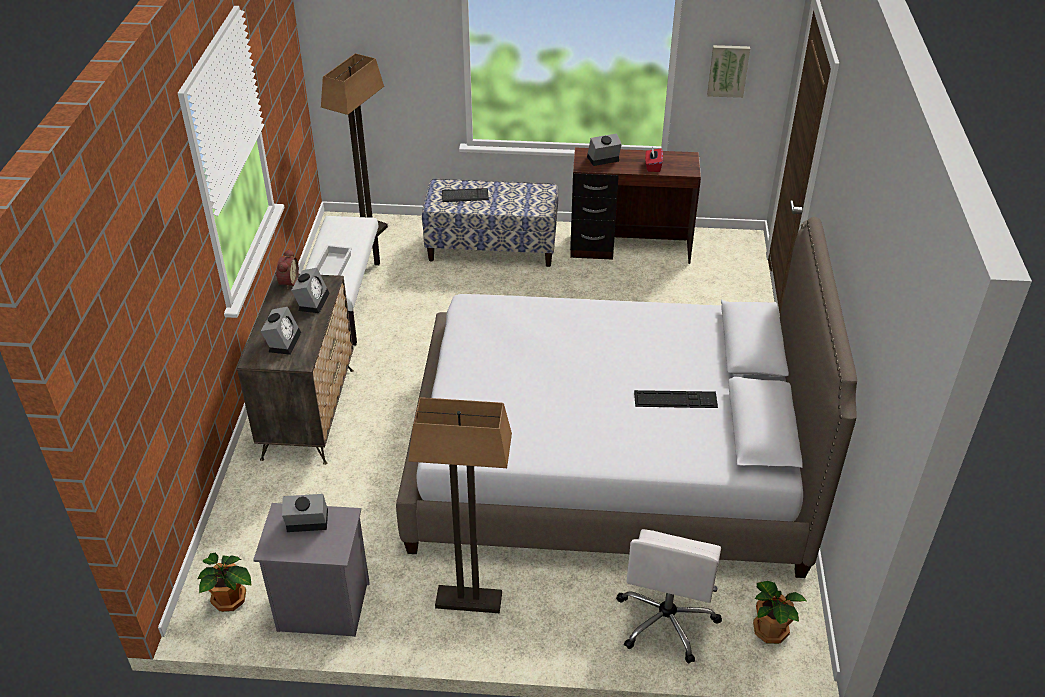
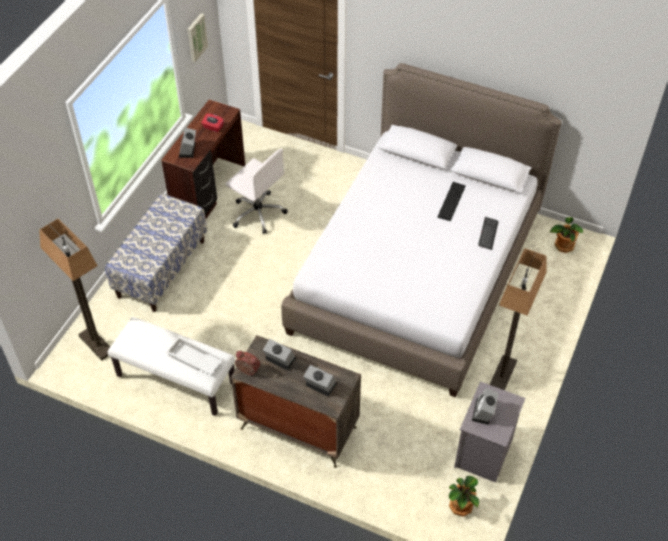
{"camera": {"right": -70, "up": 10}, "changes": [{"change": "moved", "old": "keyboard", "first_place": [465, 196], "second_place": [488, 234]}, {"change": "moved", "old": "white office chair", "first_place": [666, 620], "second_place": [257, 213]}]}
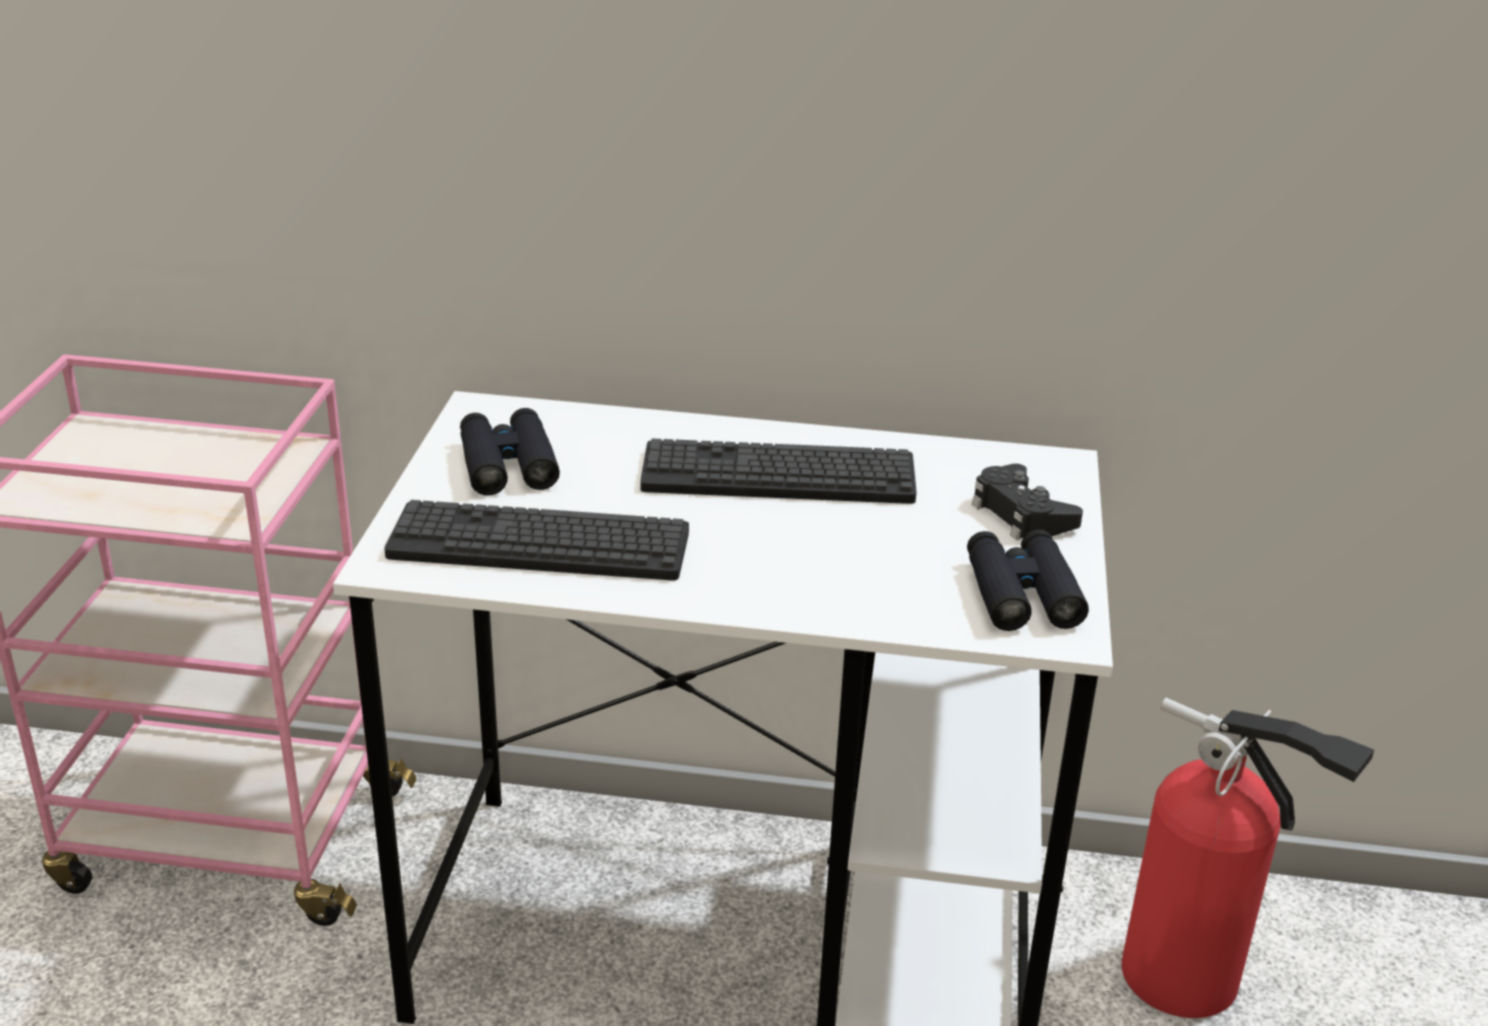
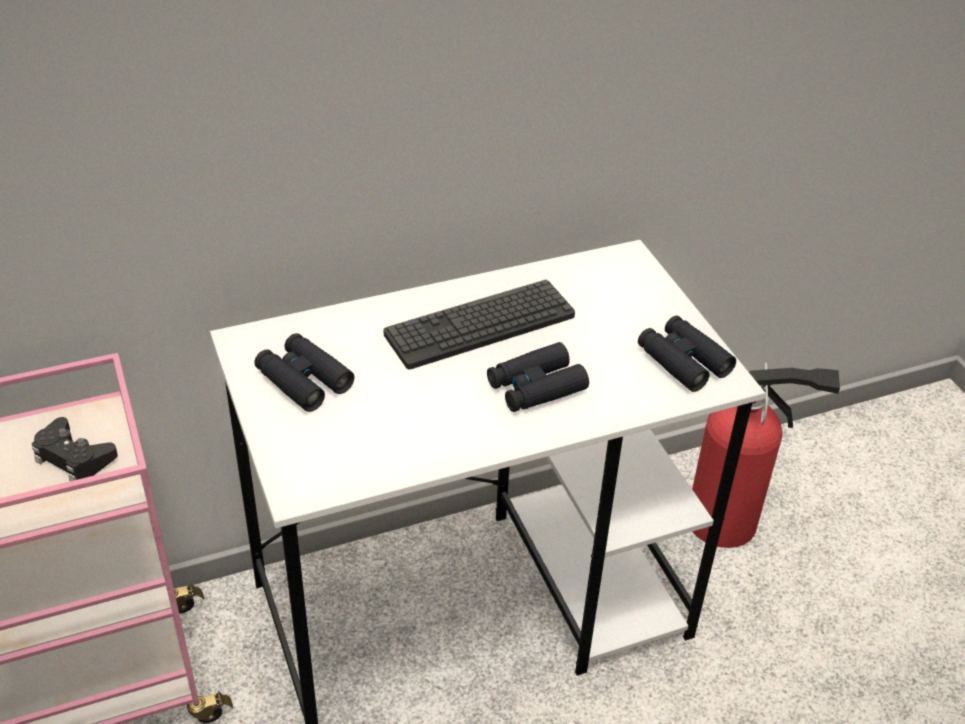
{"camera": {"right": -30, "up": 10}, "changes": [{"change": "moved", "old": "black game controller", "first_place": [1021, 514], "second_place": [73, 457]}, {"change": "removed", "old": "keyboard", "first_place": [539, 544]}, {"change": "added", "new": "black binoculars", "second_place": [536, 387]}]}
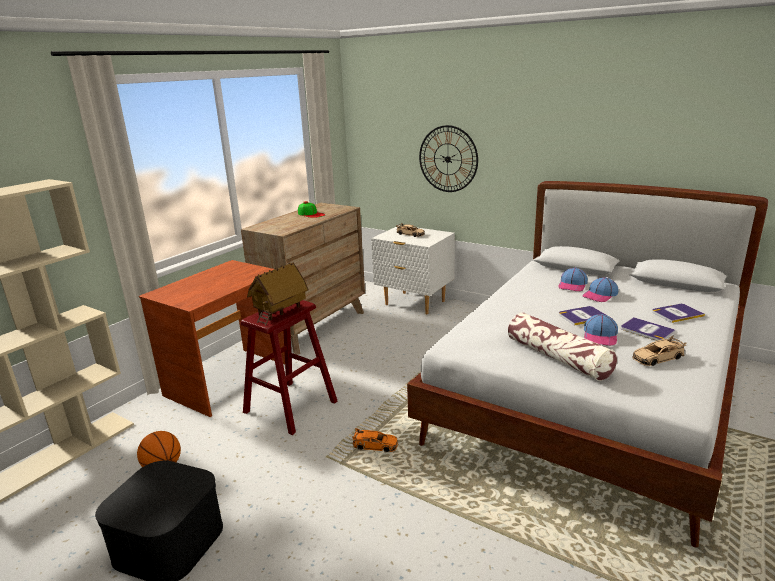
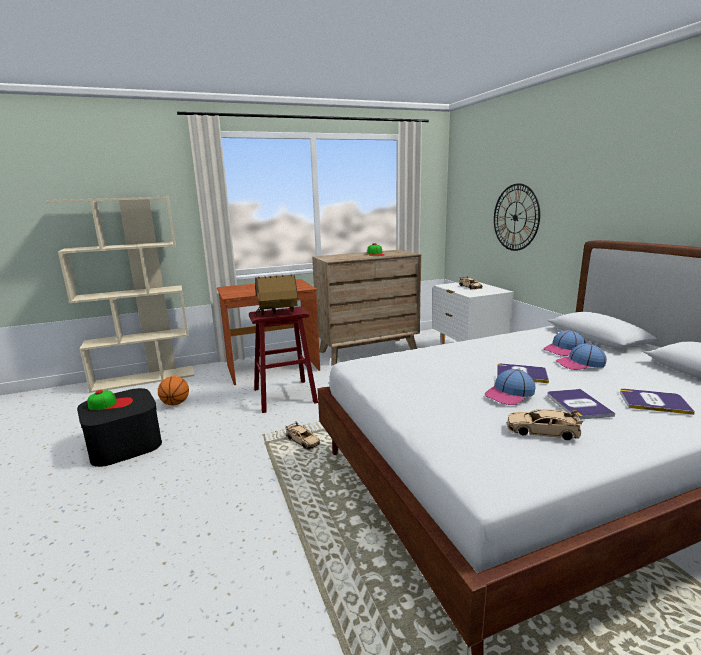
{"camera": {"right": 35, "up": -5}, "changes": [{"change": "removed", "old": "pillow", "first_place": [558, 358]}, {"change": "recoloured", "old": "orange toy car", "new": "beige toy car", "first_place": [375, 445], "second_place": [303, 441]}, {"change": "added", "new": "cap", "second_place": [110, 404]}]}
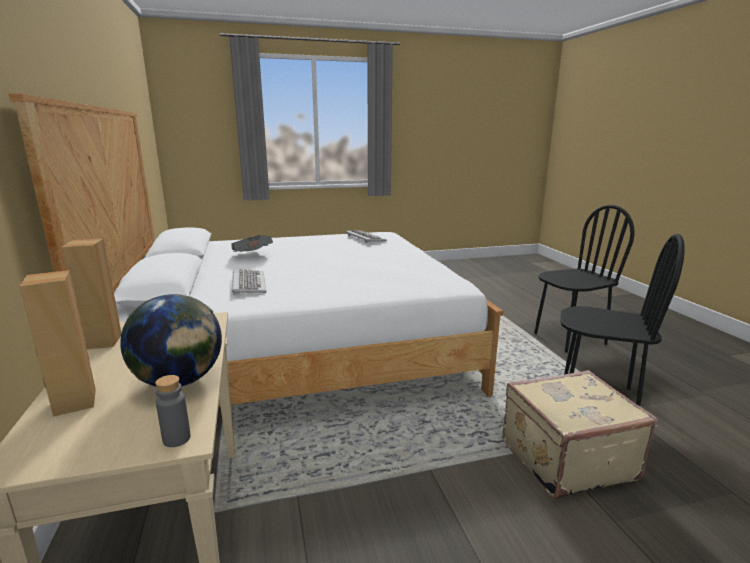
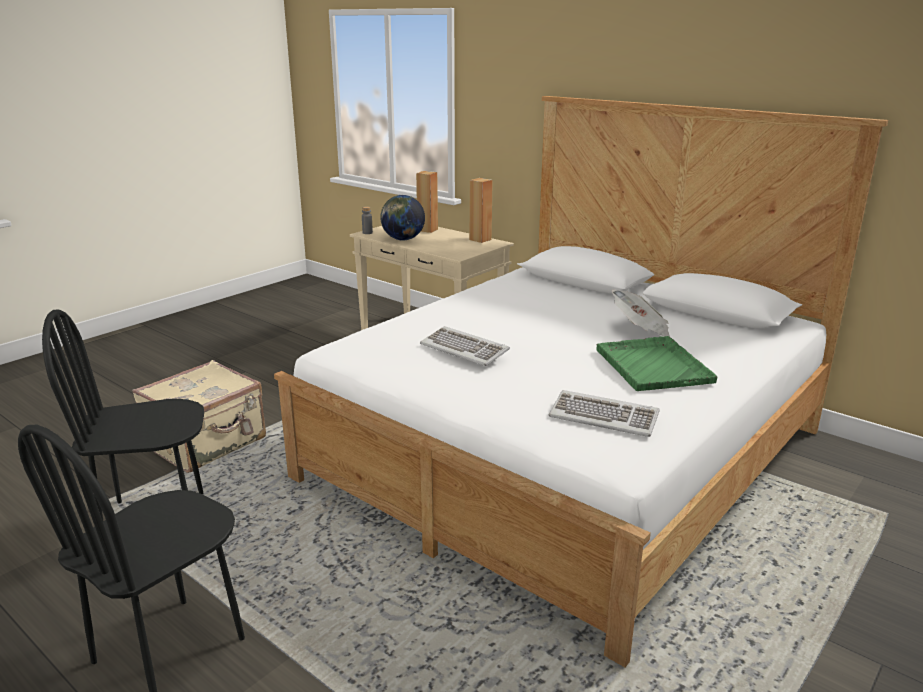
{"camera": {"right": 145, "up": 5}, "changes": [{"change": "moved", "old": "keyboard", "first_place": [248, 284], "second_place": [465, 349]}, {"change": "added", "new": "green tray", "second_place": [653, 365]}]}
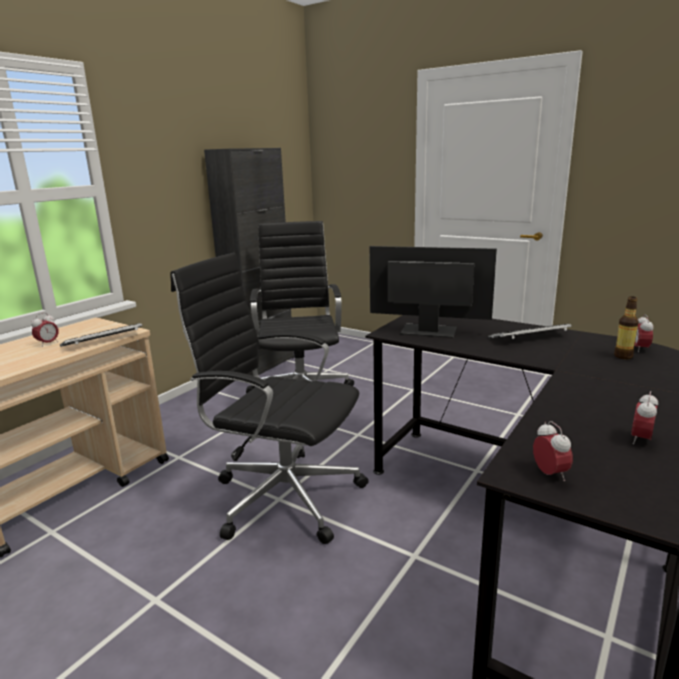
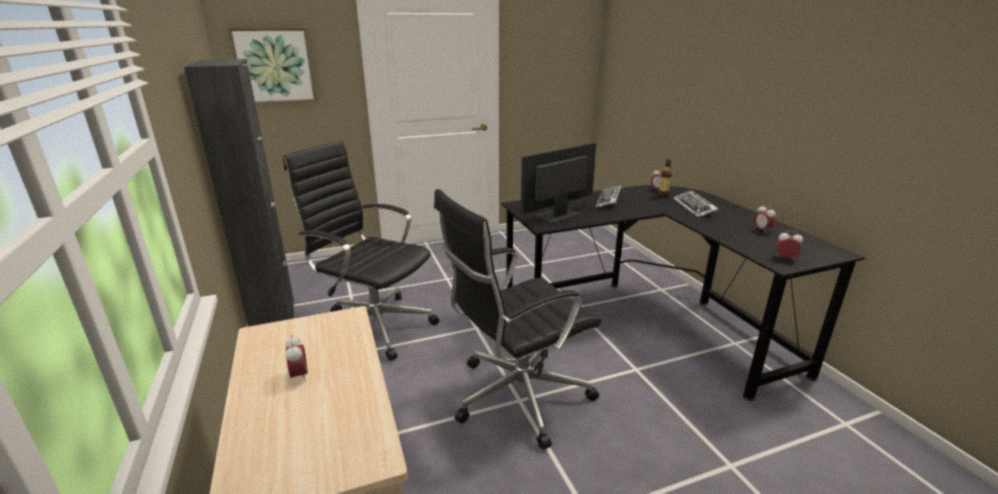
{"camera": {"right": -55, "up": 5}, "changes": [{"change": "moved", "old": "keyboard", "first_place": [103, 340], "second_place": [694, 207]}, {"change": "added", "new": "picture", "second_place": [274, 66]}]}
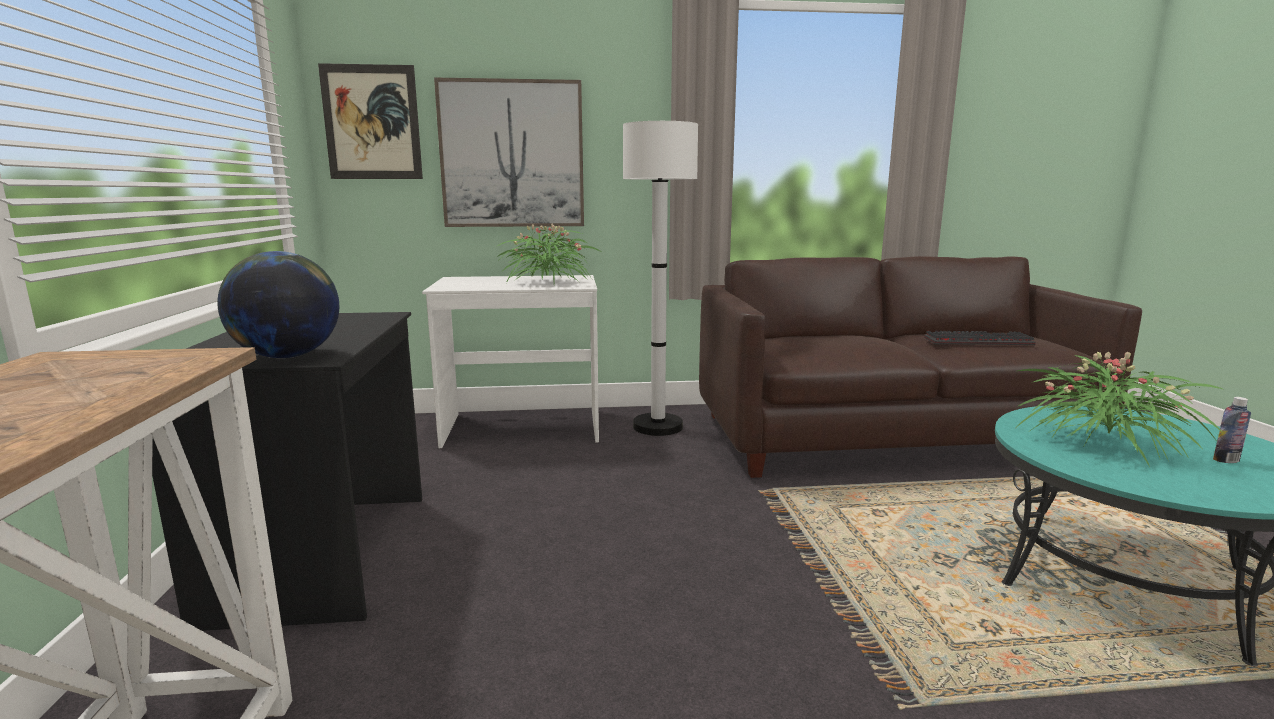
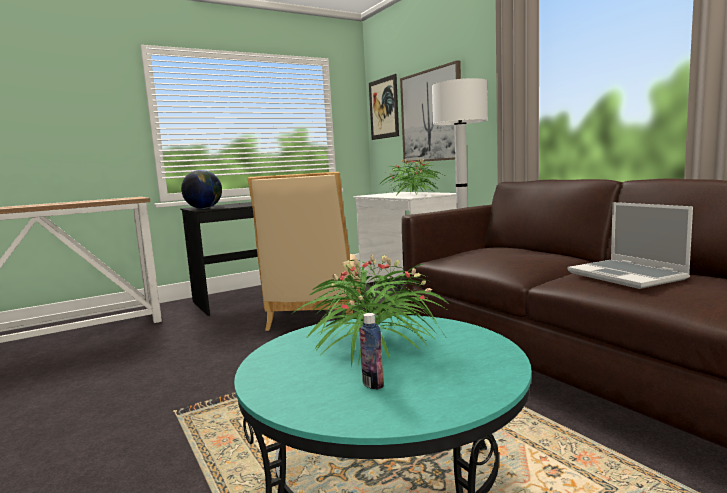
{"camera": {"right": 65, "up": -5}, "changes": [{"change": "replaced", "old": "keyboard", "new": "laptop", "first_place": [979, 341], "second_place": [627, 276]}, {"change": "added", "new": "beige chair", "second_place": [316, 316]}]}
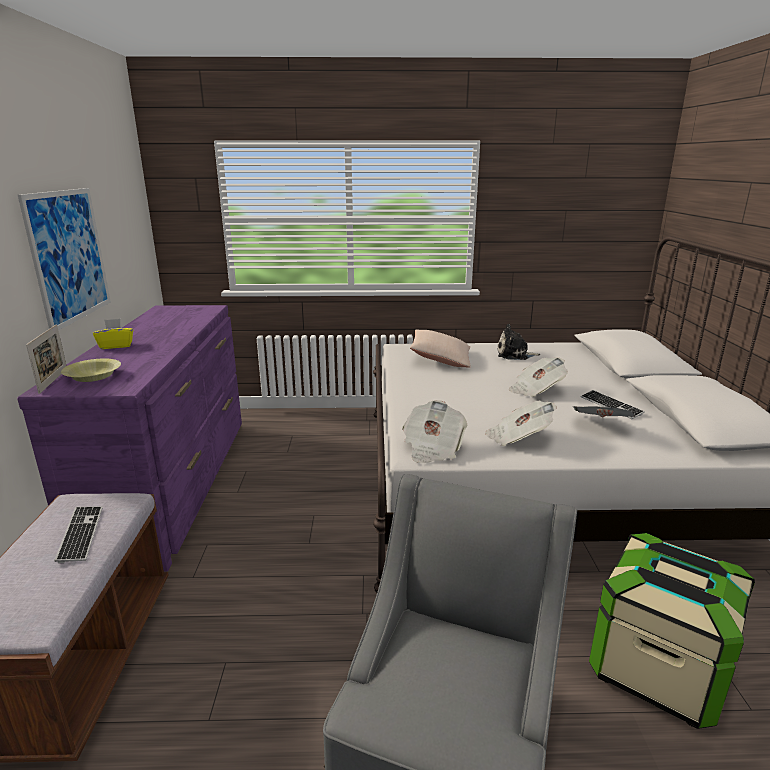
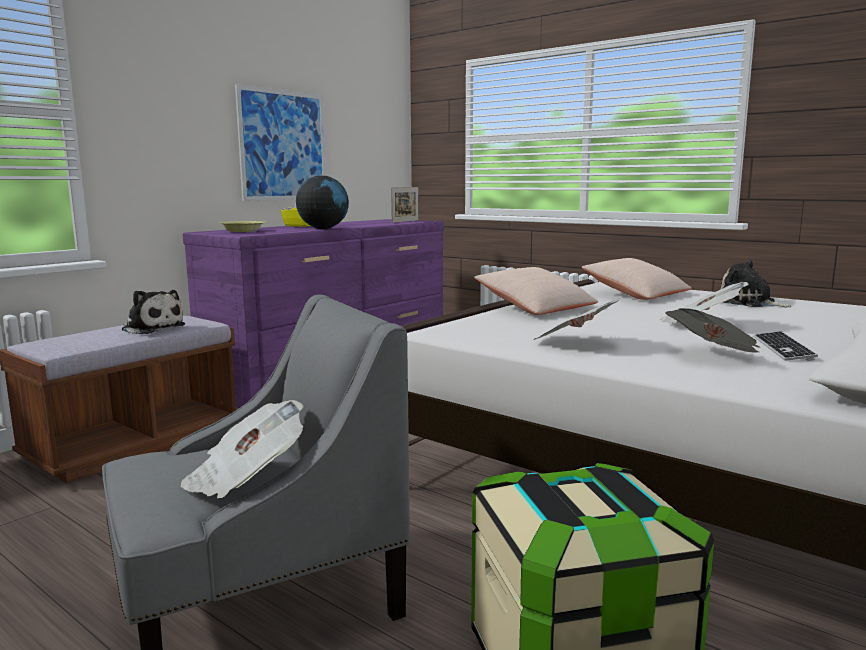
{"camera": {"right": 40, "up": -10}, "changes": [{"change": "moved", "old": "picture frame", "first_place": [53, 380], "second_place": [405, 221]}, {"change": "moved", "old": "newspaper", "first_place": [432, 448], "second_place": [245, 478]}, {"change": "replaced", "old": "keyboard", "new": "plush toy", "first_place": [81, 534], "second_place": [152, 328]}, {"change": "added", "new": "globe", "second_place": [323, 228]}, {"change": "added", "new": "beige pillow", "second_place": [535, 308]}]}
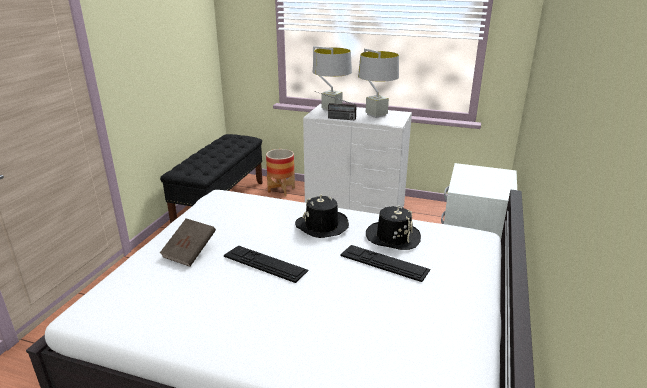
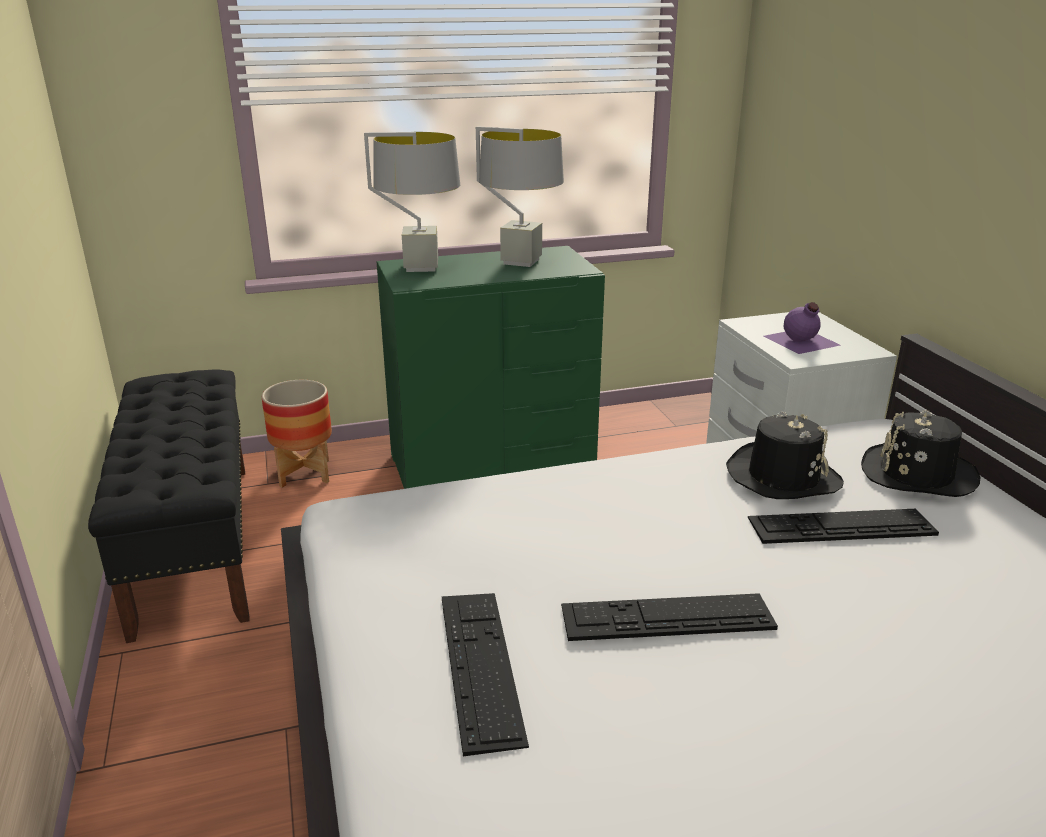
{"camera": {"right": -35, "up": 0}, "changes": [{"change": "removed", "old": "radio", "first_place": [334, 118]}, {"change": "recoloured", "old": "white dresser", "new": "green dresser", "first_place": [355, 208], "second_place": [491, 463]}, {"change": "moved", "old": "black hat", "first_place": [322, 226], "second_place": [917, 474]}, {"change": "replaced", "old": "brown book", "new": "keyboard", "first_place": [190, 252], "second_place": [480, 666]}, {"change": "added", "new": "purple bottle", "second_place": [801, 341]}]}
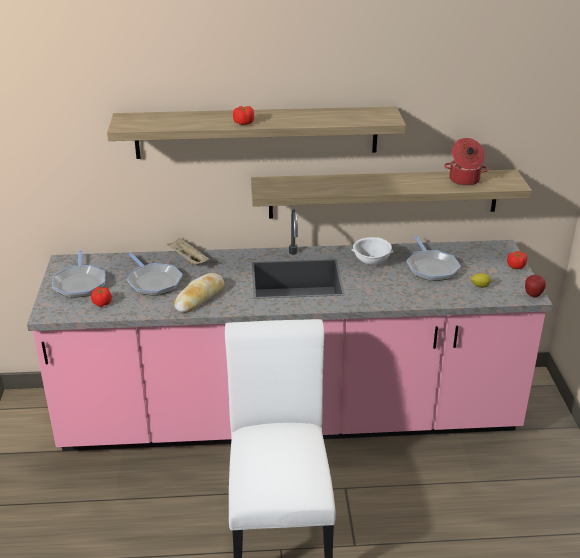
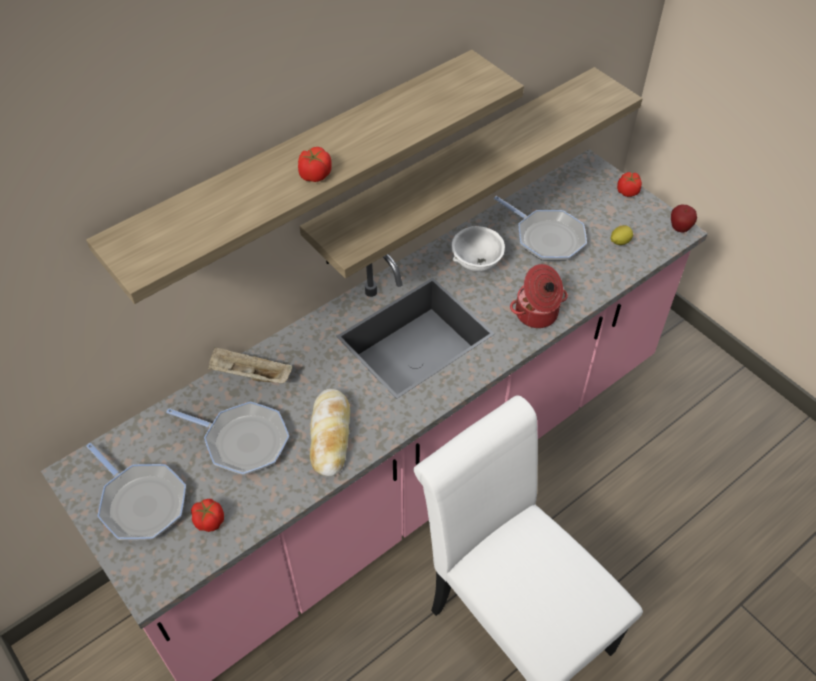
{"camera": {"right": -35, "up": 20}, "changes": [{"change": "moved", "old": "cooking pot", "first_place": [464, 180], "second_place": [537, 314]}]}
